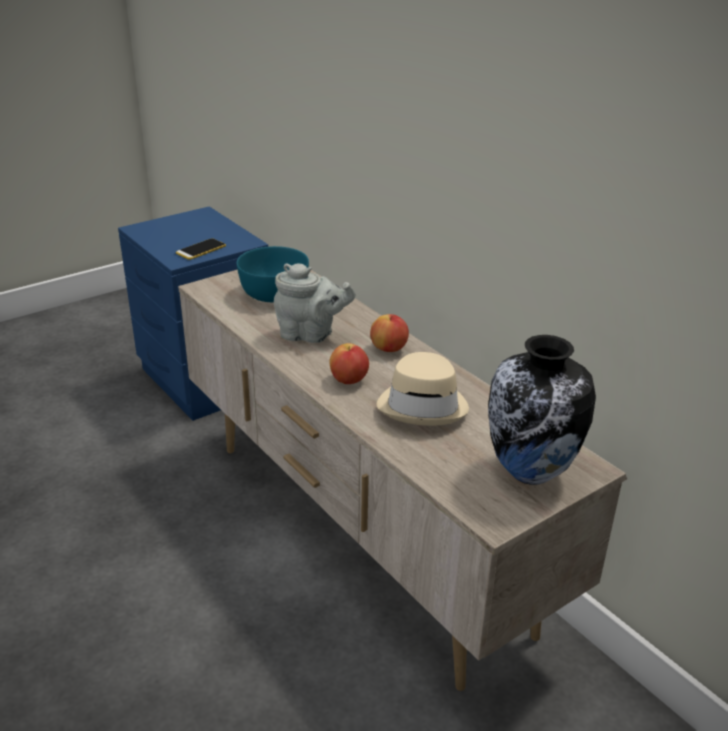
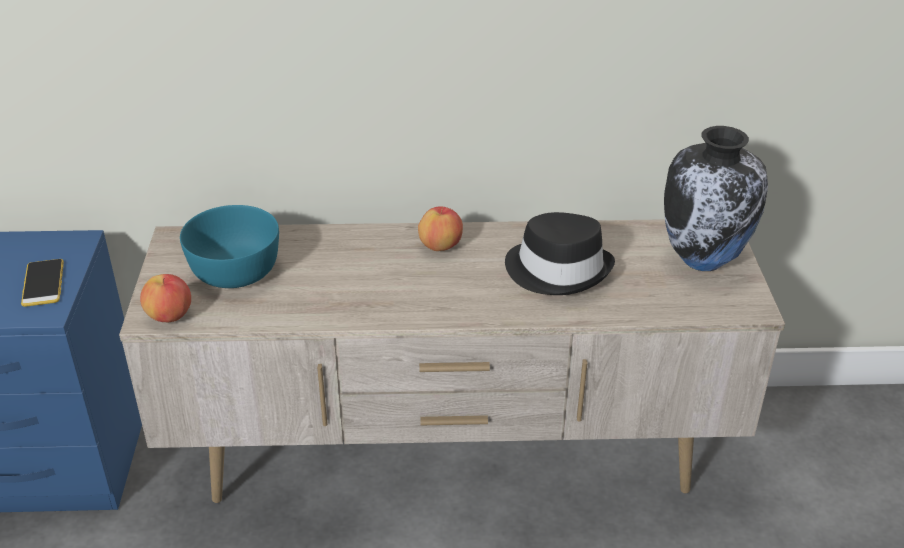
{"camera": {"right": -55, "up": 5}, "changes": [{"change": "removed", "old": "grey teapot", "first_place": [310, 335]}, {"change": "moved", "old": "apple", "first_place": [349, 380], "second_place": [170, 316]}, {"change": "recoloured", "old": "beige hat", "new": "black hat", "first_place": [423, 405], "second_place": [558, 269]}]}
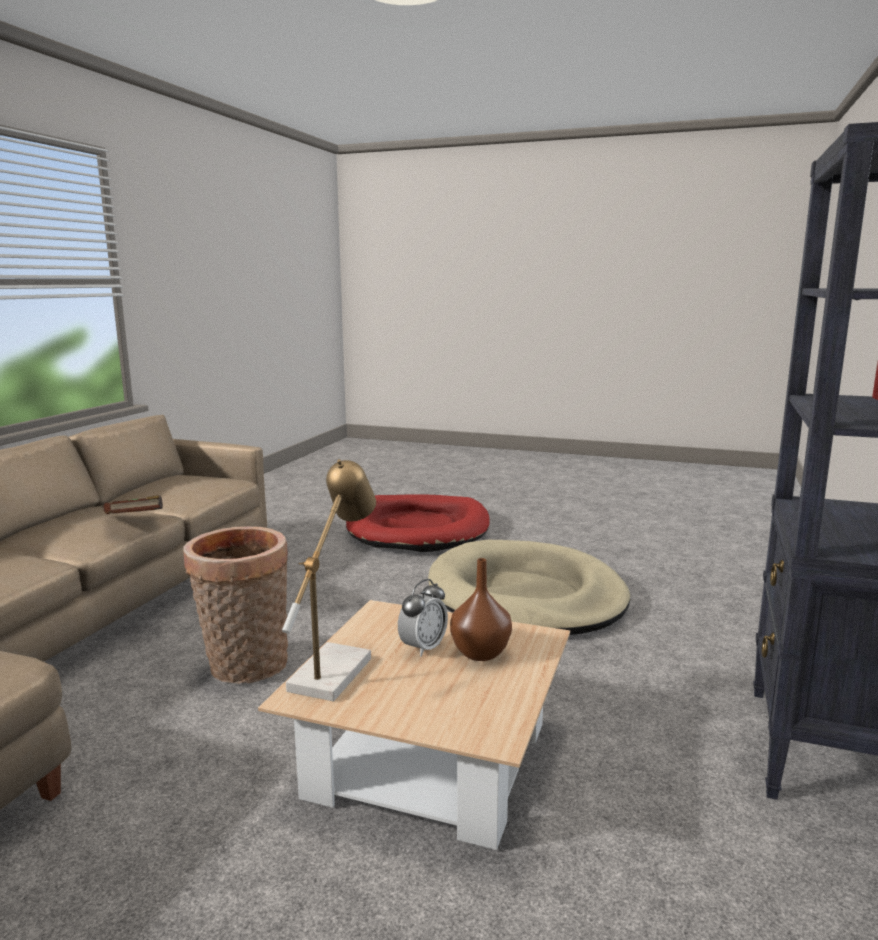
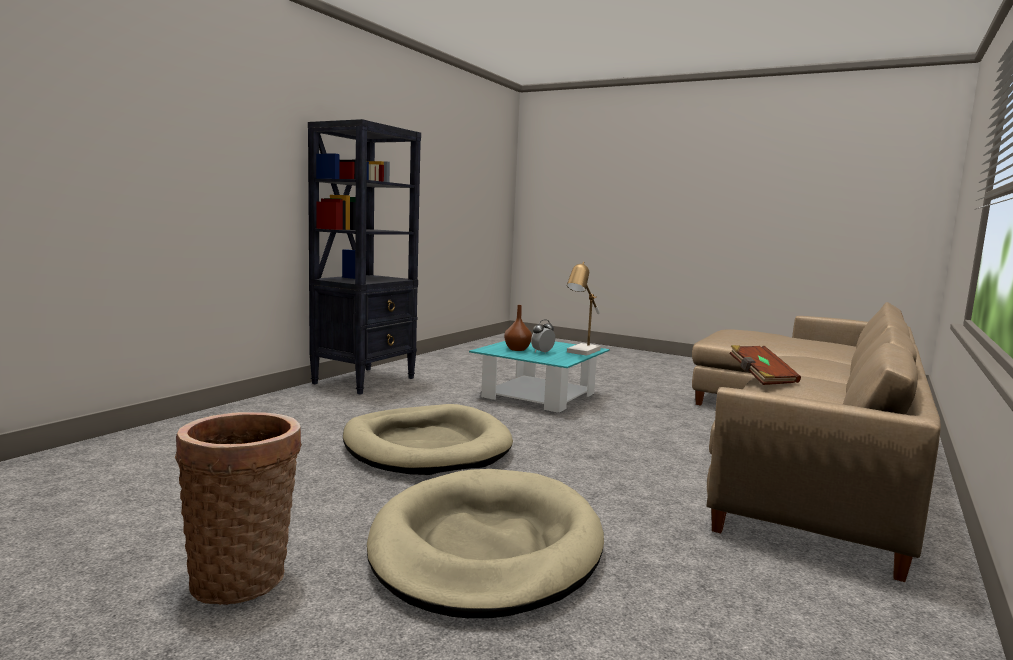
{"camera": {"right": -170, "up": -5}, "changes": [{"change": "recoloured", "old": "red dog bed", "new": "beige dog bed", "first_place": [418, 529], "second_place": [486, 548]}, {"change": "moved", "old": "basket", "first_place": [245, 668], "second_place": [243, 576]}, {"change": "recoloured", "old": "beige coffee table", "new": "turquoise coffee table", "first_place": [430, 760], "second_place": [539, 396]}]}
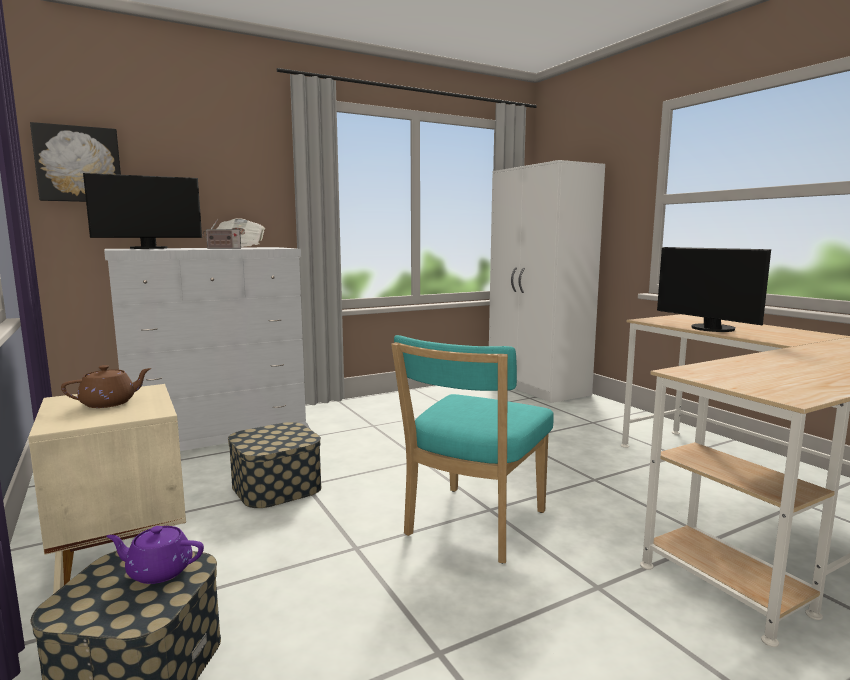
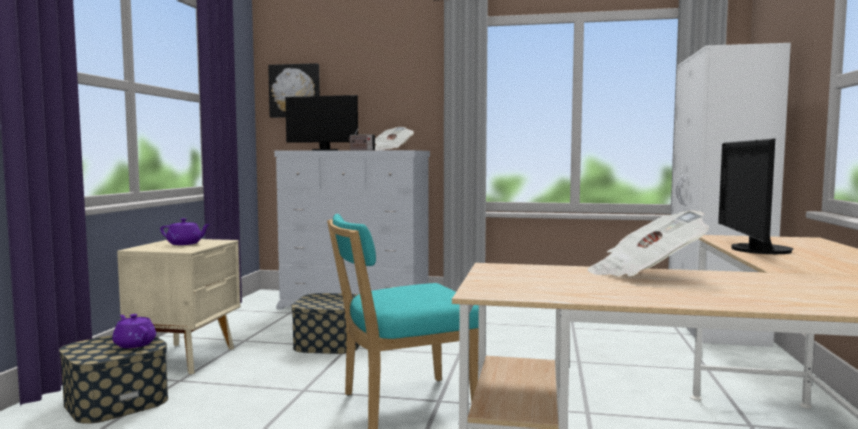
{"camera": {"right": 40, "up": -5}, "changes": [{"change": "recoloured", "old": "brown teapot", "new": "purple teapot", "first_place": [109, 403], "second_place": [185, 244]}, {"change": "added", "new": "newspaper", "second_place": [645, 273]}]}
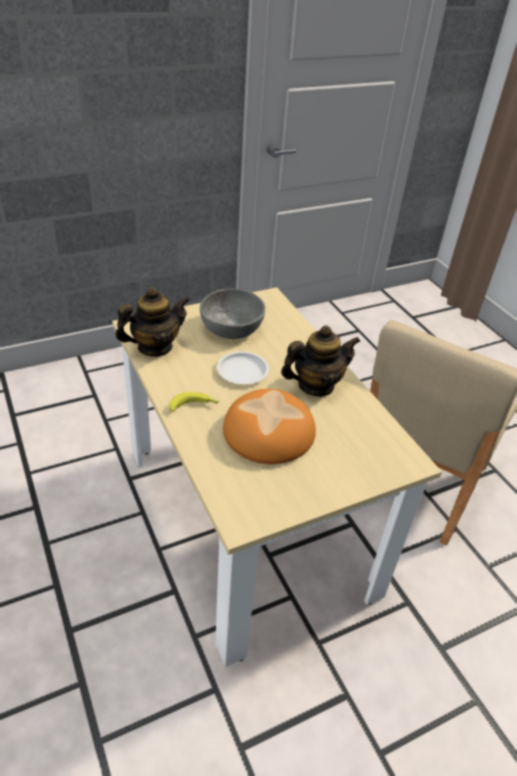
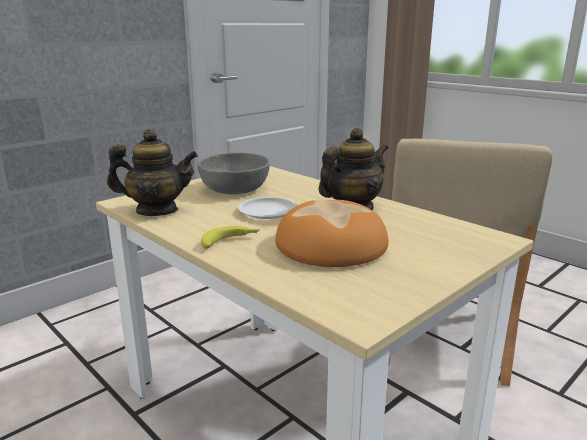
{"camera": {"right": -15, "up": -20}, "changes": [{"change": "turned", "old": "teapot", "first_place": [154, 347], "second_place": [157, 211], "degrees": 45}]}
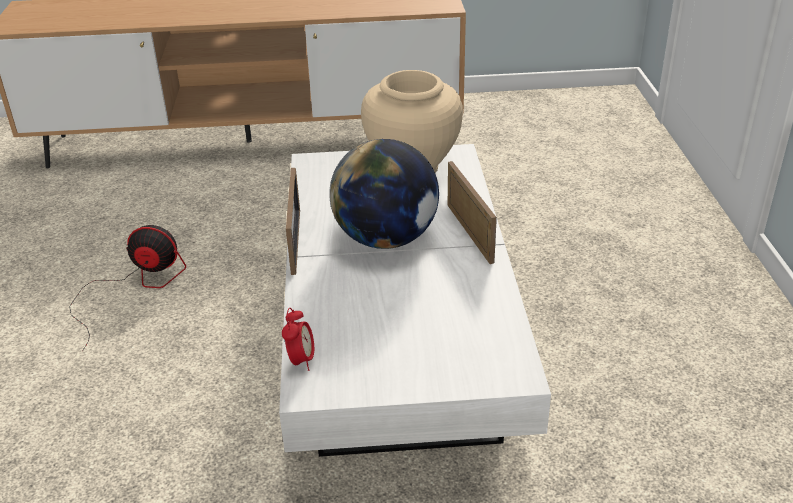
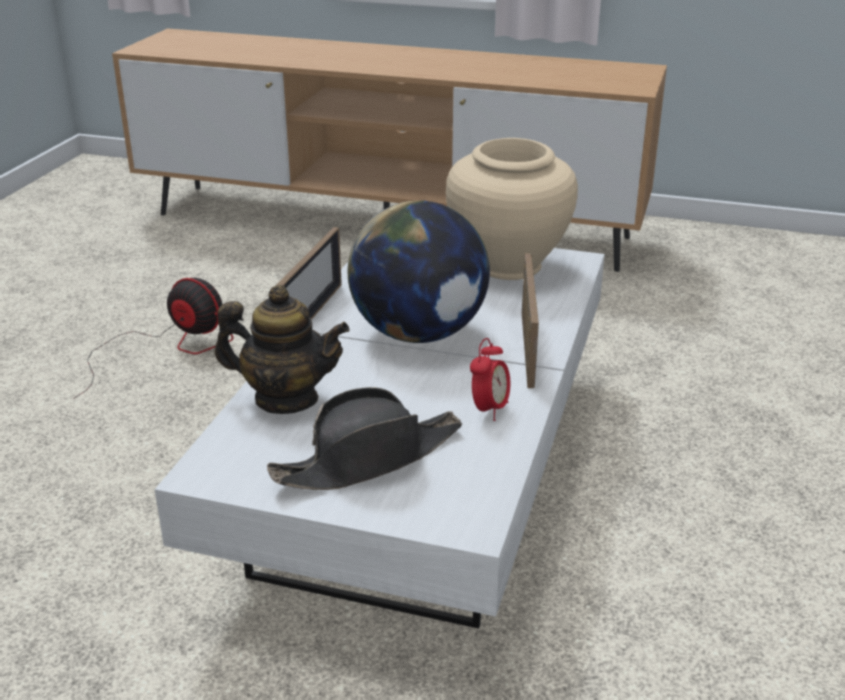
{"camera": {"right": 20, "up": -5}, "changes": [{"change": "moved", "old": "alarm clock", "first_place": [301, 360], "second_place": [489, 409]}, {"change": "added", "new": "teapot", "second_place": [286, 399]}, {"change": "added", "new": "black hat", "second_place": [369, 459]}]}
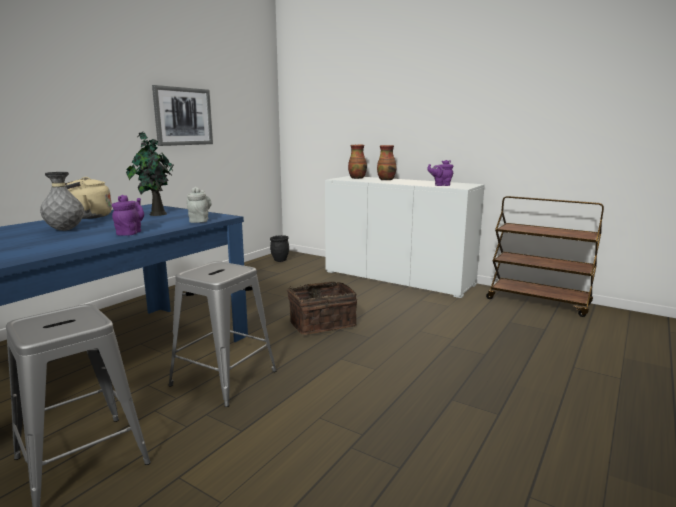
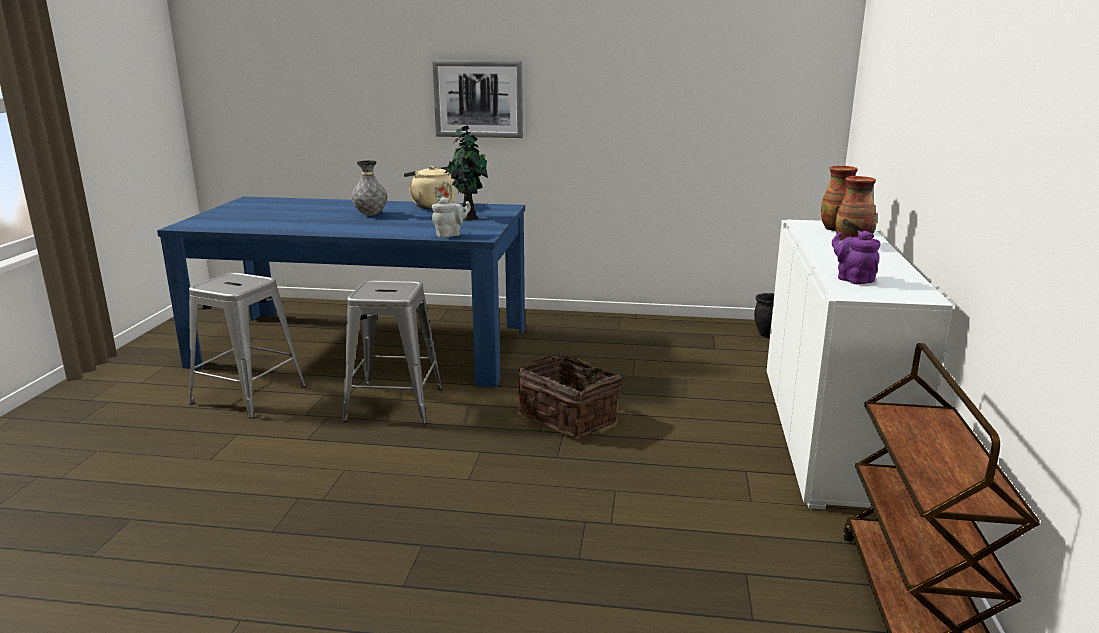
{"camera": {"right": 65, "up": 5}, "changes": [{"change": "moved", "old": "picture", "first_place": [183, 116], "second_place": [478, 99]}, {"change": "removed", "old": "purple teapot", "first_place": [130, 233]}]}
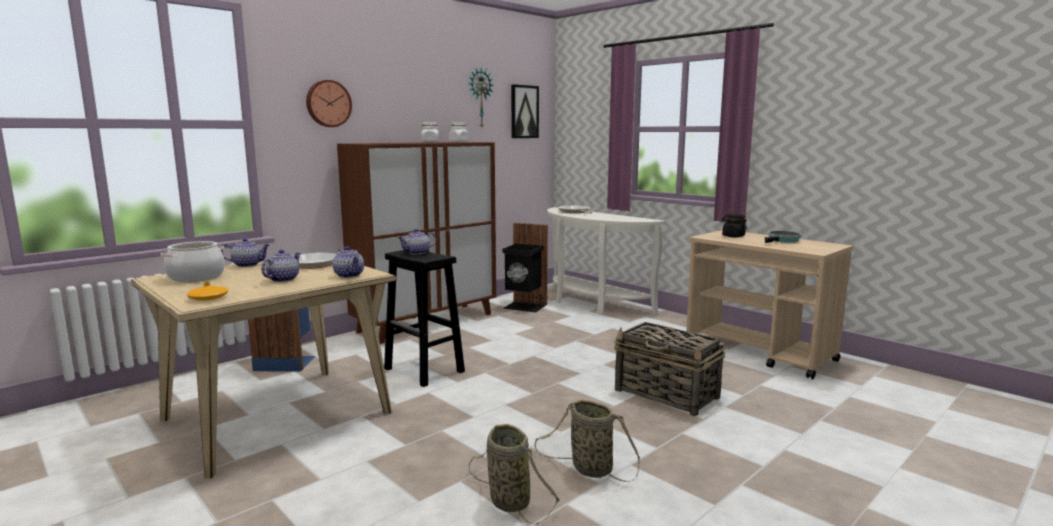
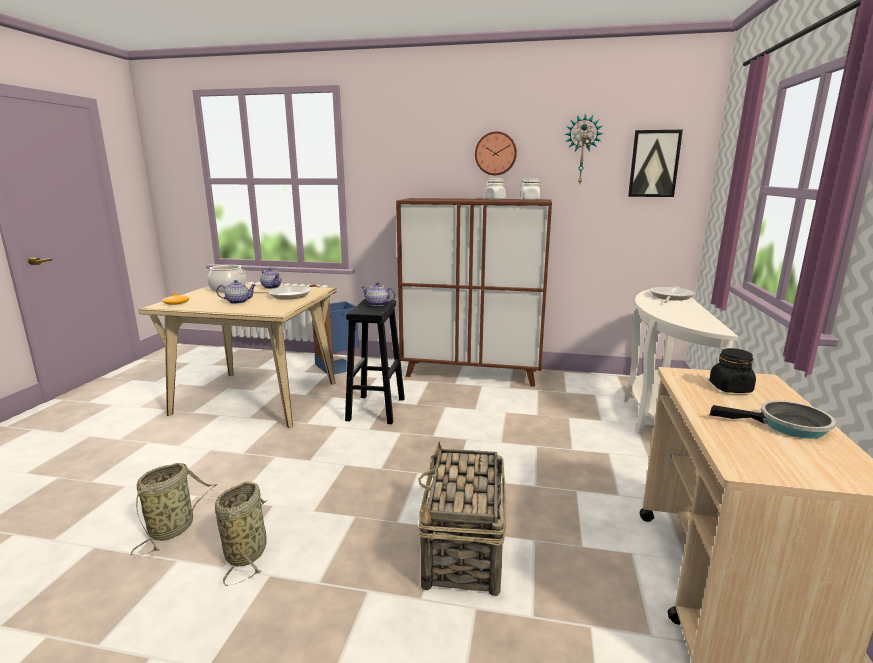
{"camera": {"right": 55, "up": 5}, "changes": [{"change": "moved", "old": "wall clock", "first_place": [328, 103], "second_place": [495, 153]}, {"change": "removed", "old": "black trash can", "first_place": [524, 307]}, {"change": "removed", "old": "teapot", "first_place": [350, 275]}]}
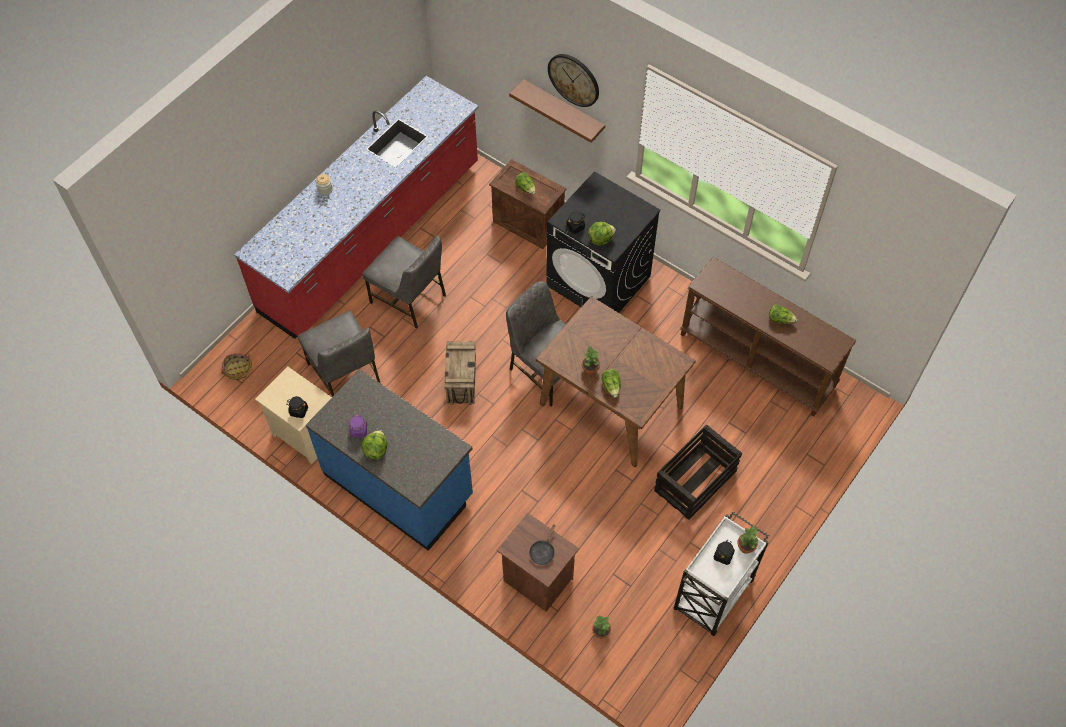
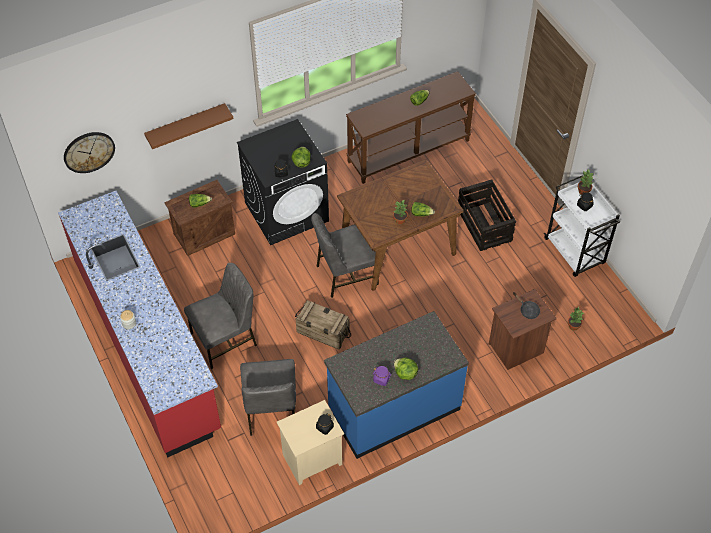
{"camera": {"right": -65, "up": -5}, "changes": [{"change": "moved", "old": "wall clock", "first_place": [574, 79], "second_place": [89, 152]}, {"change": "turned", "old": "grey chair", "first_place": [345, 375], "second_place": [271, 411], "degrees": 90}, {"change": "removed", "old": "basket", "first_place": [238, 369]}]}
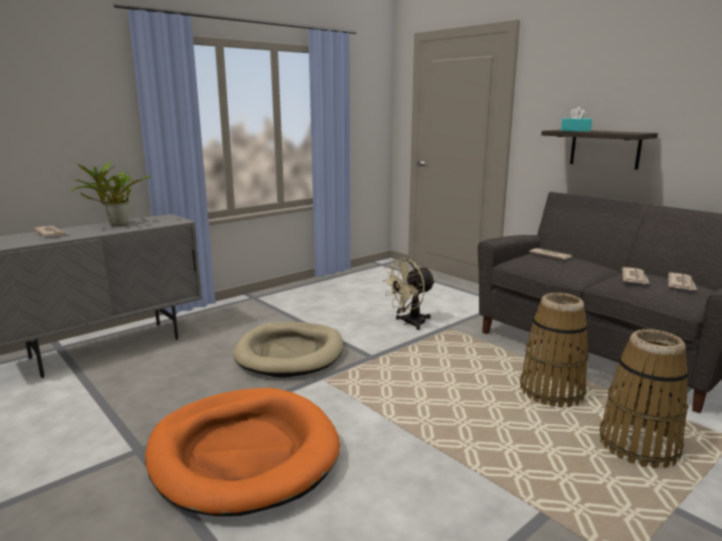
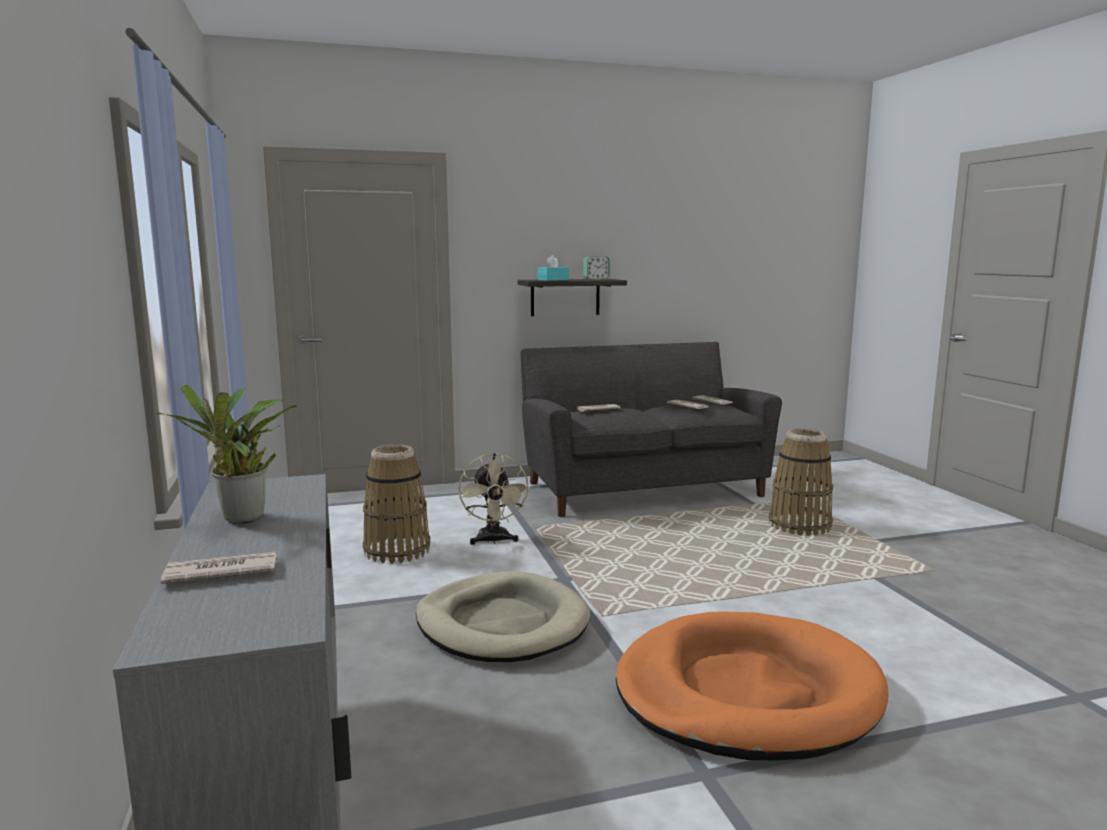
{"camera": {"right": -65, "up": -5}, "changes": [{"change": "moved", "old": "basket", "first_place": [551, 391], "second_place": [396, 550]}, {"change": "added", "new": "alarm clock", "second_place": [596, 279]}]}
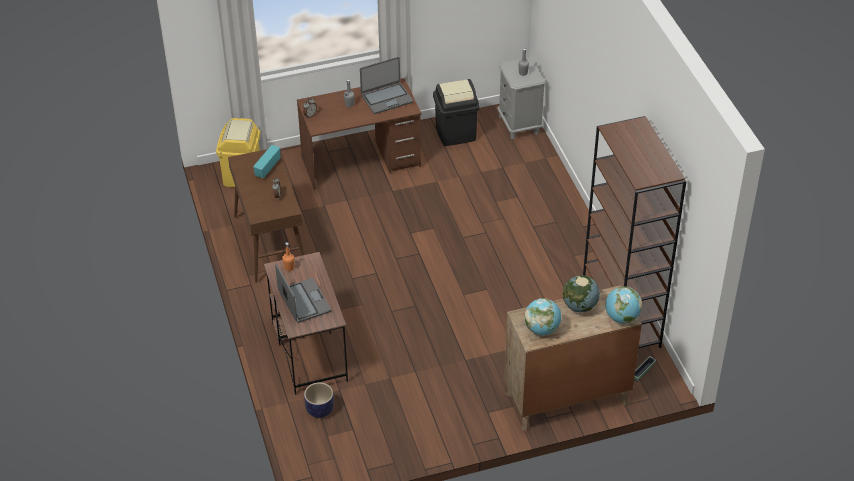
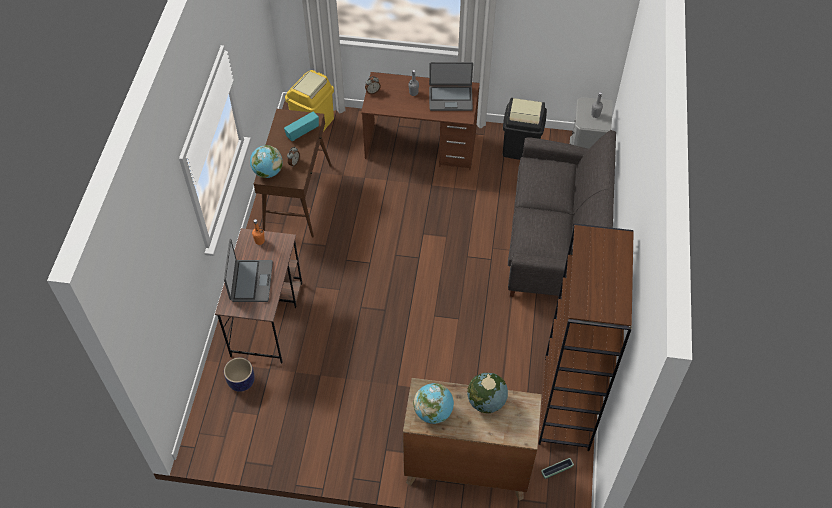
{"camera": {"right": 25, "up": 10}, "changes": [{"change": "moved", "old": "globe", "first_place": [622, 317], "second_place": [268, 172]}, {"change": "added", "new": "grey sofa", "second_place": [554, 242]}]}
